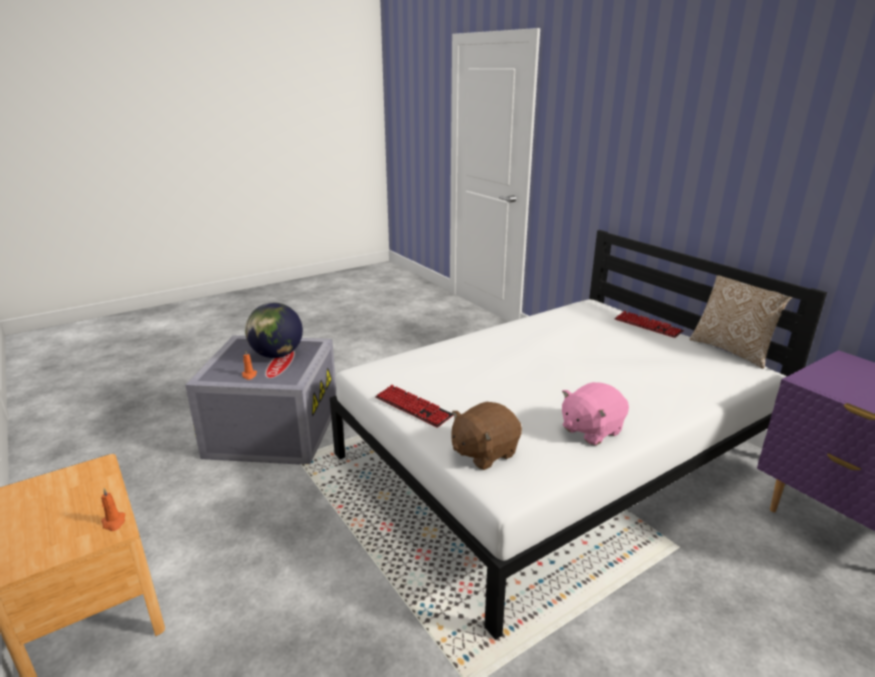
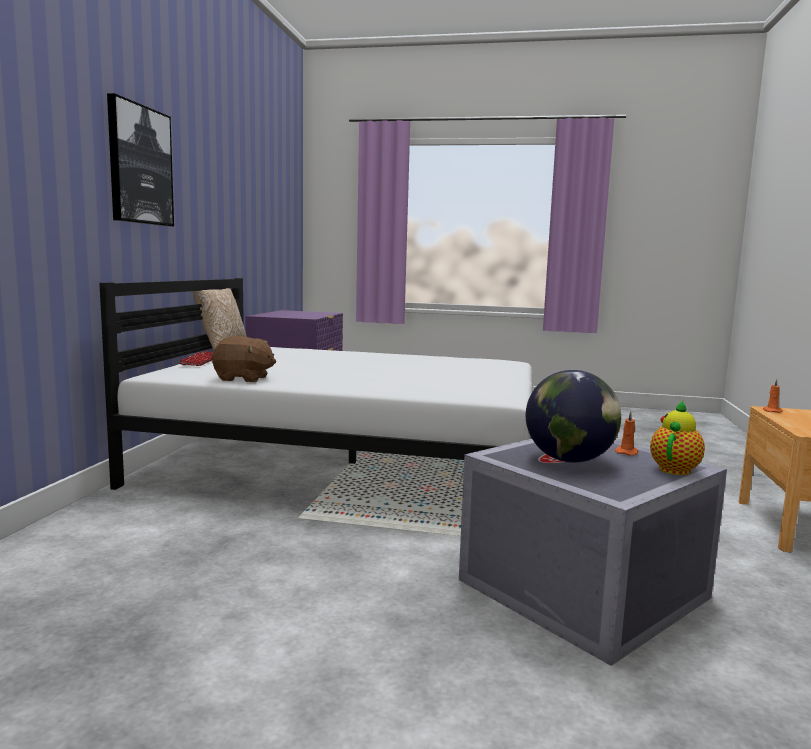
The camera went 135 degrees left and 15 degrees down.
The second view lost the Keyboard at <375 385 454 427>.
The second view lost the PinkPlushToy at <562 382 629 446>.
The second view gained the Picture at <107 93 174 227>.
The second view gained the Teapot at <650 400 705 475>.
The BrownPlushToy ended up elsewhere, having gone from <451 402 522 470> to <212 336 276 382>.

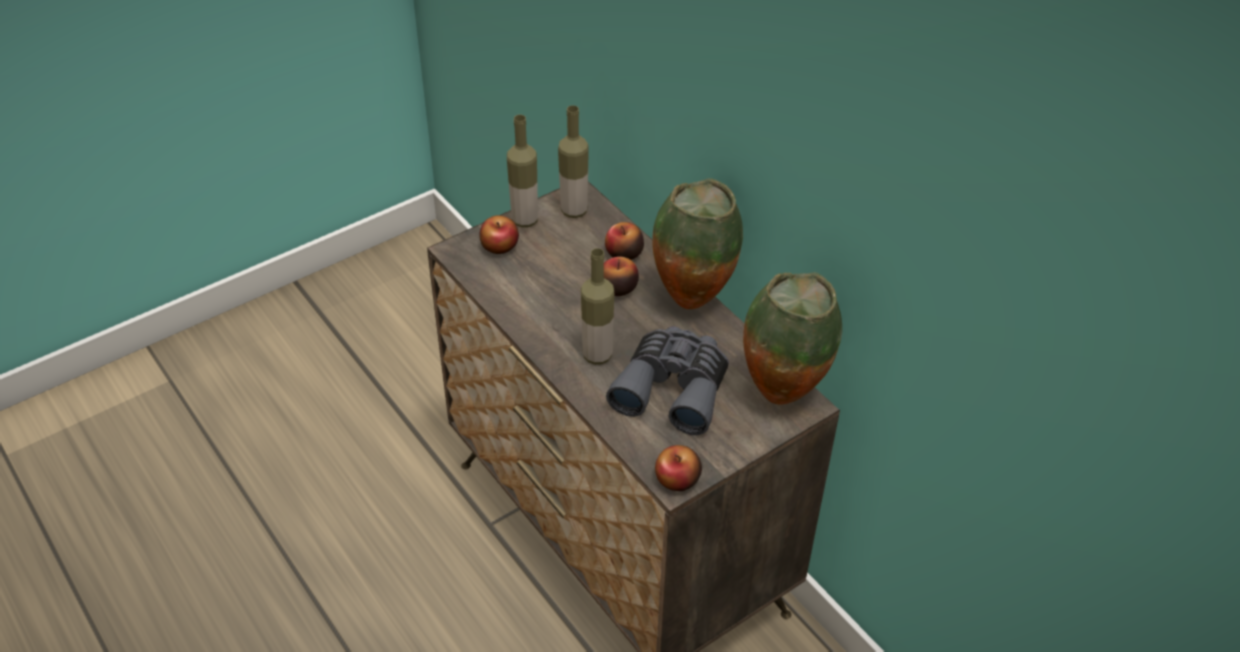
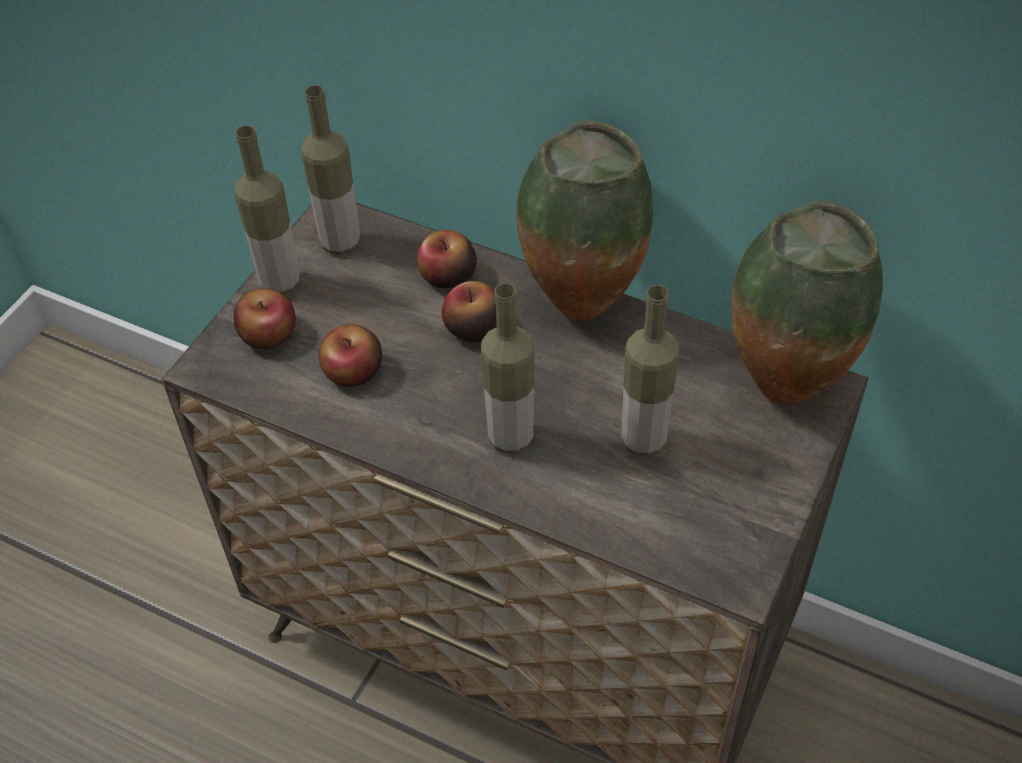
The camera went 25 degrees left and 5 degrees up.
The Apple ended up elsewhere, having gone from <655 445 702 491> to <319 324 382 387>.
Where the GreyBinoculars stood at <606 326 729 435>, the Bottle came to stand at <621 285 680 456>.

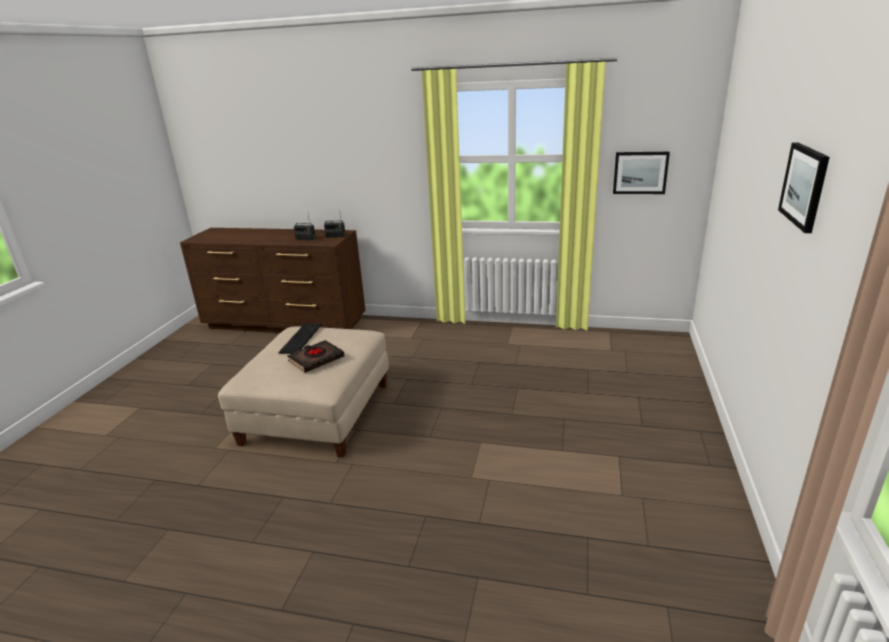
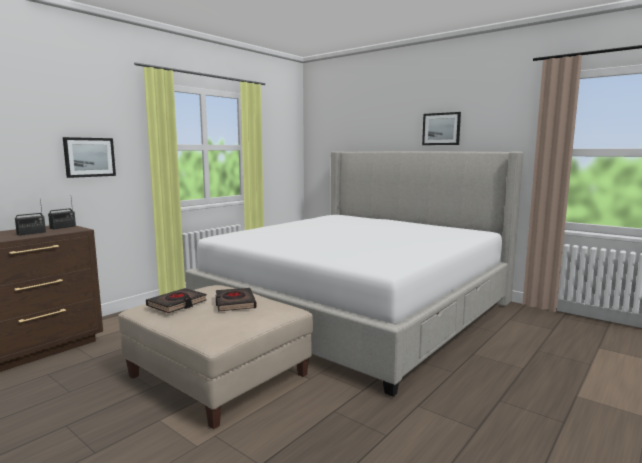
The camera went 65 degrees left and 15 degrees down.
The second view gained the Bed at <185 151 523 397>.
The Picture ended up elsewhere, having gone from <613 152 670 194> to <63 137 116 178>.
Where the Keyboard stood at <278 323 322 354>, the BlackBook came to stand at <146 288 207 313>.

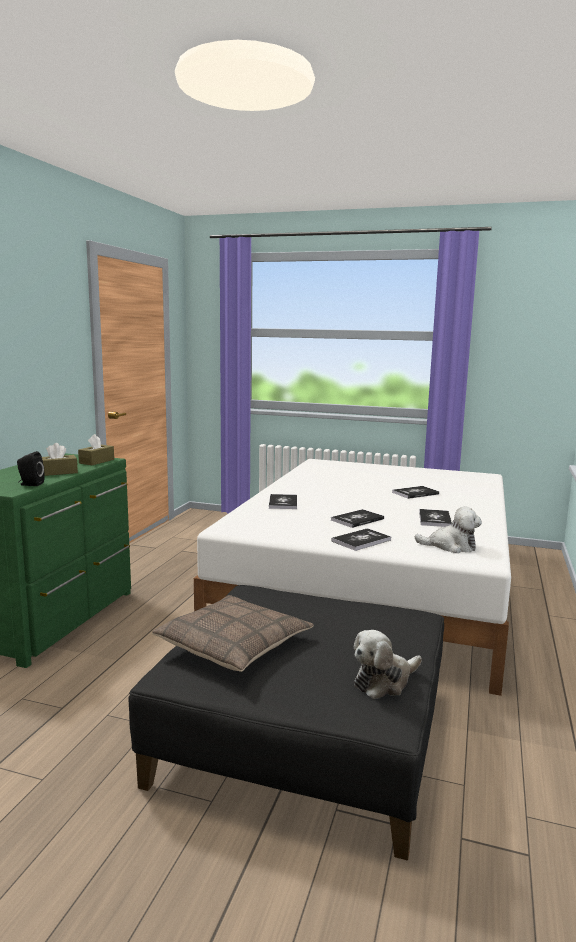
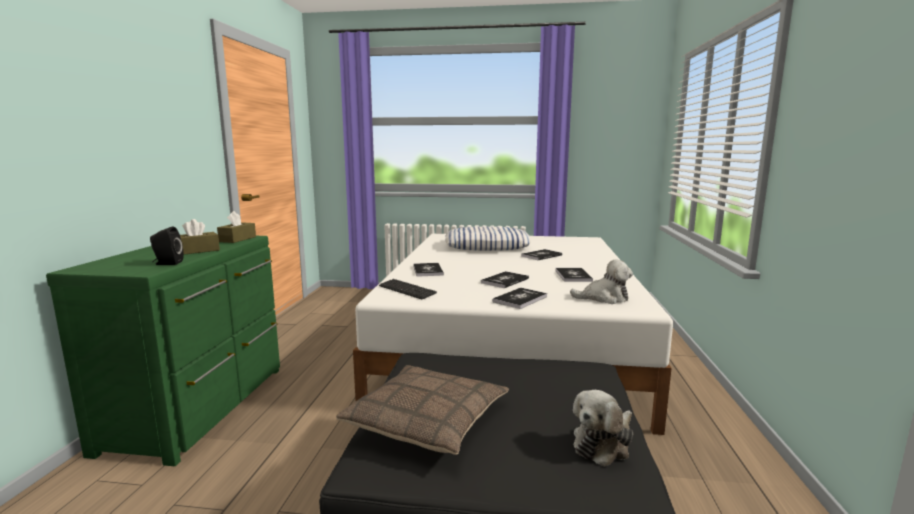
The camera went 10 degrees left and 0 degrees up.
The second view gained the Keyboard at <379 279 437 299>.
The second view gained the Pillow at <445 226 531 251>.

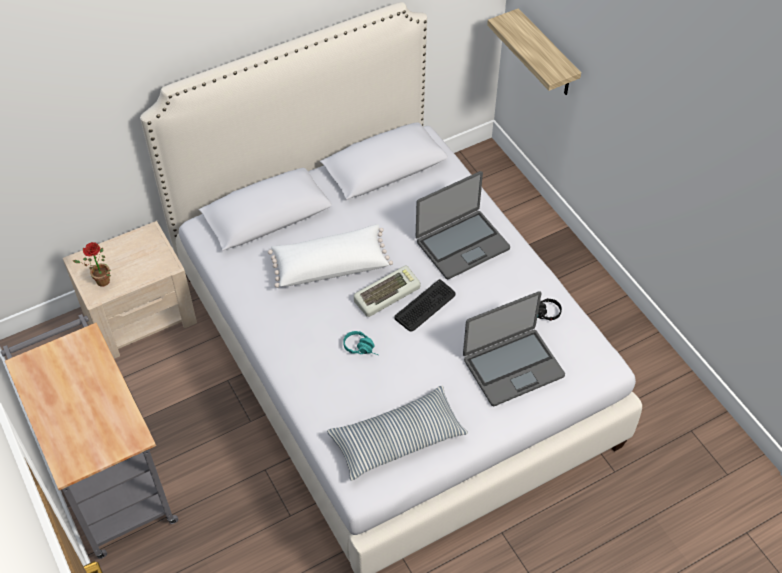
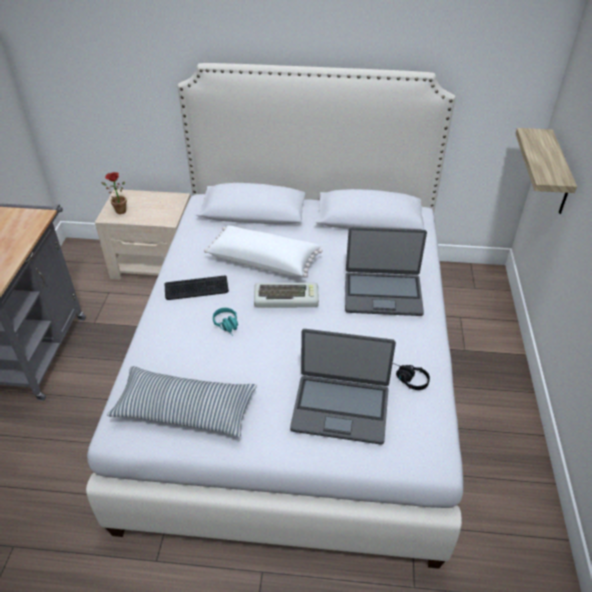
The camera went 35 degrees right and 10 degrees down.
The Keyboard ended up elsewhere, having gone from <394 279 456 332> to <164 276 229 300>.

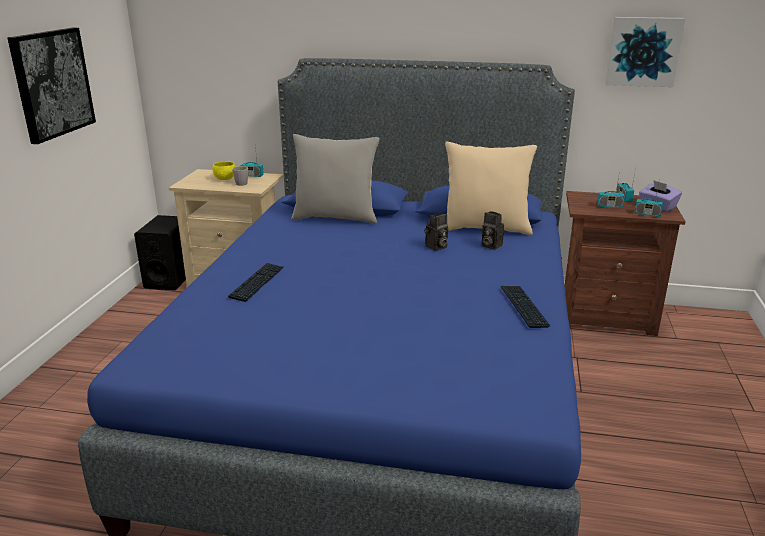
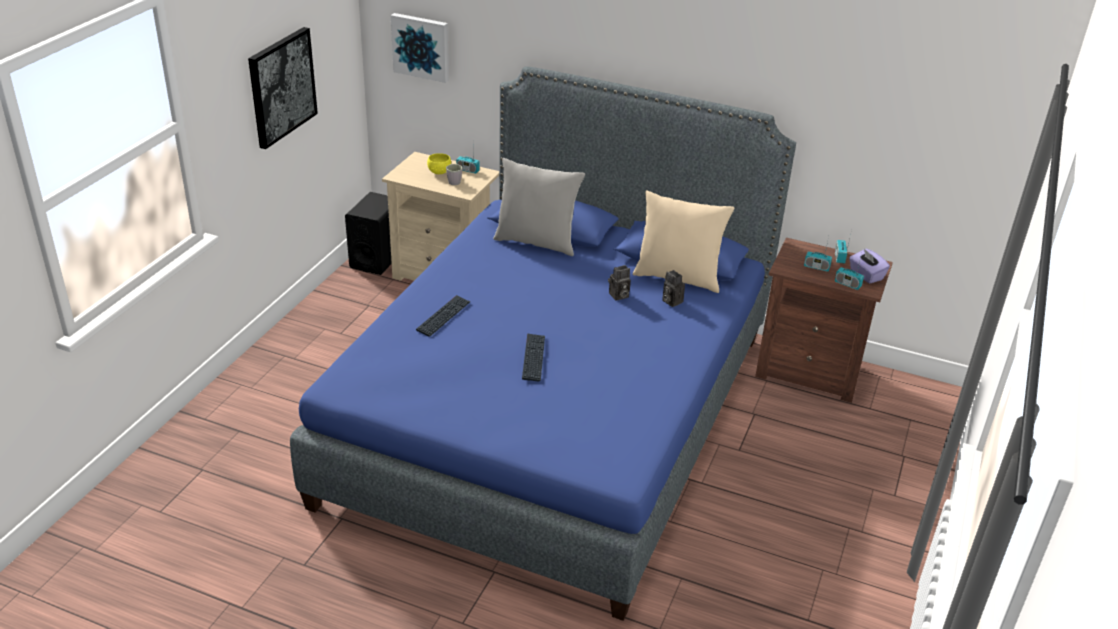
The camera went 10 degrees right and 10 degrees up.
The Keyboard ended up elsewhere, having gone from <501 286 550 328> to <522 333 545 382>.
The Picture ended up elsewhere, having gone from <605 17 685 87> to <391 13 449 83>.

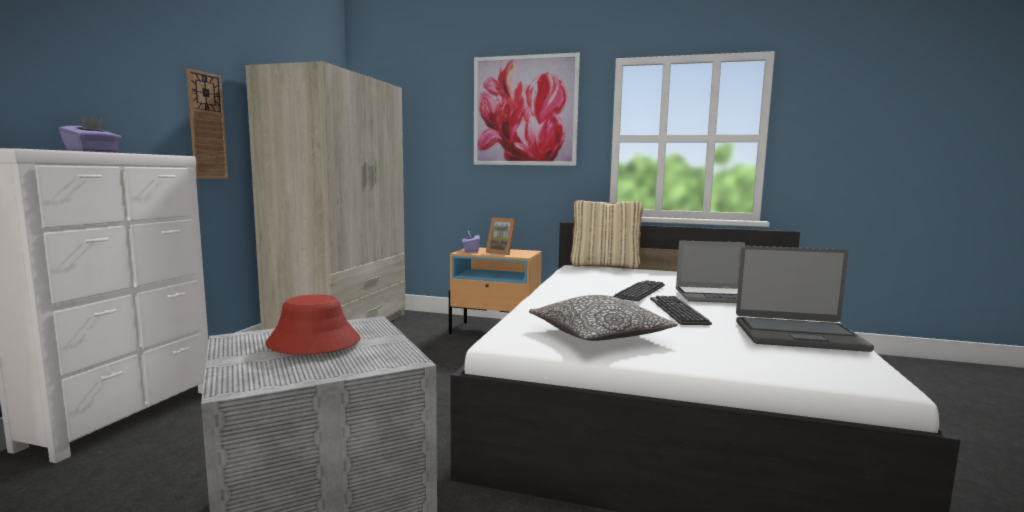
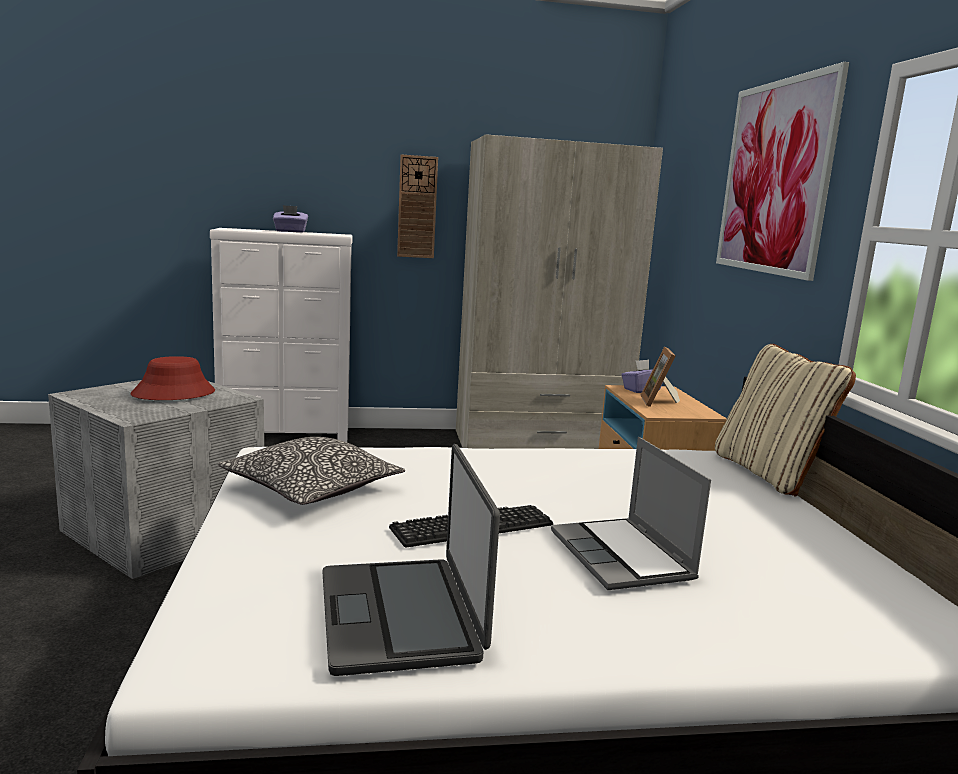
The camera went 65 degrees right and 5 degrees up.
The second view lost the Keyboard at <613 280 665 301>.

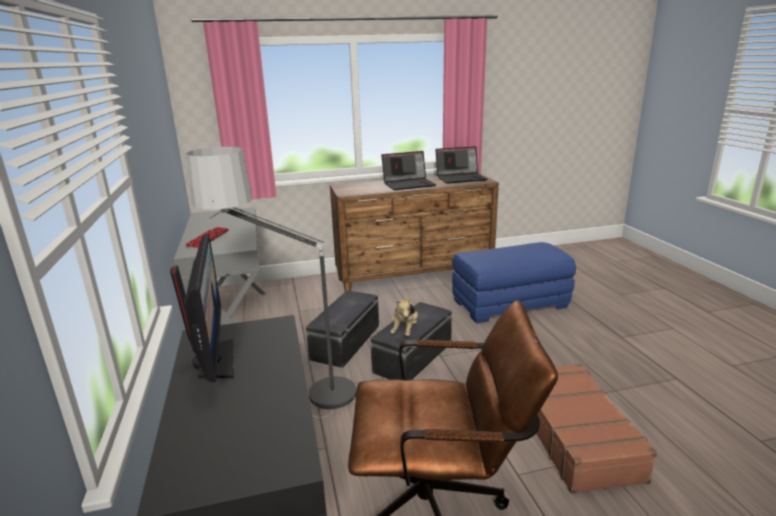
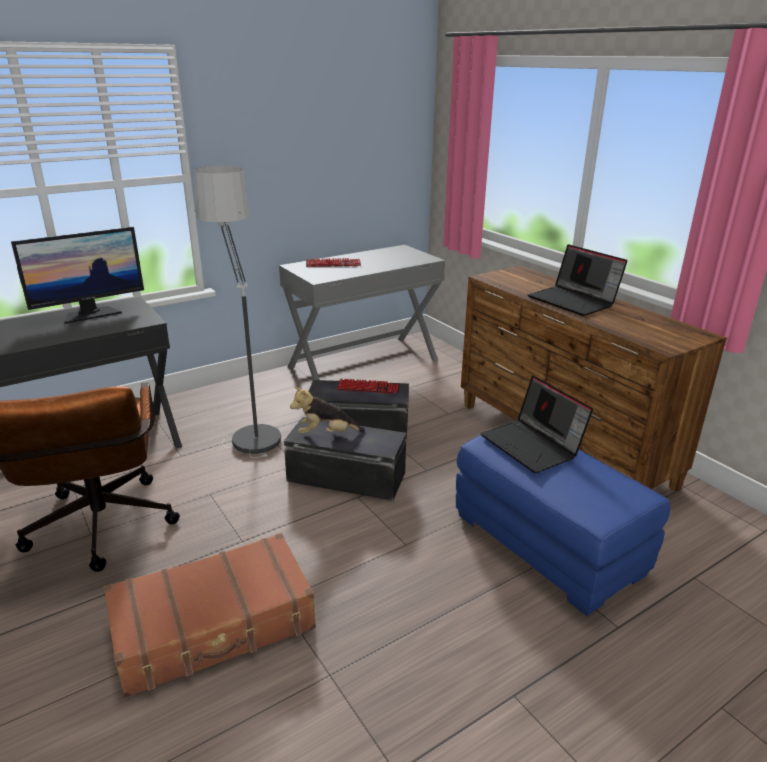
The camera went 70 degrees right and 5 degrees up.
The second view gained the Keyboard at <337 379 400 394>.
The Laptop ended up elsewhere, having gone from <435 146 488 184> to <480 376 593 473>.

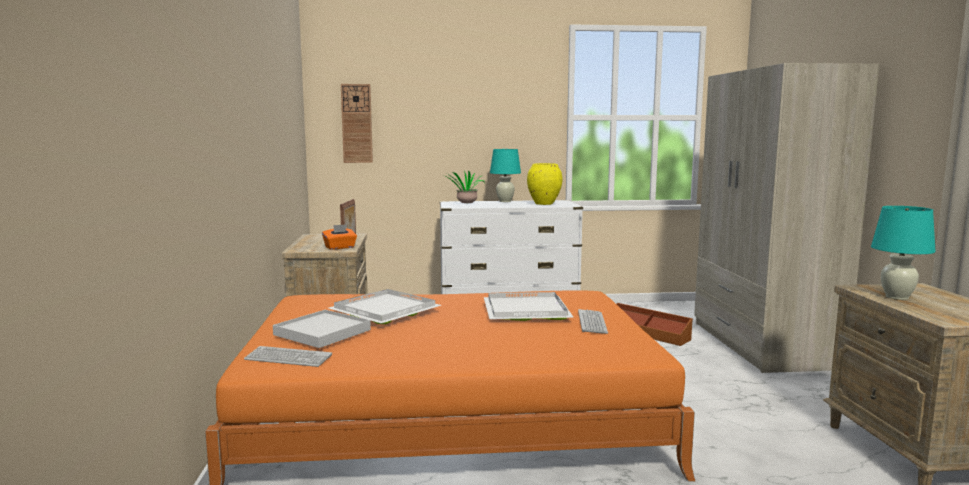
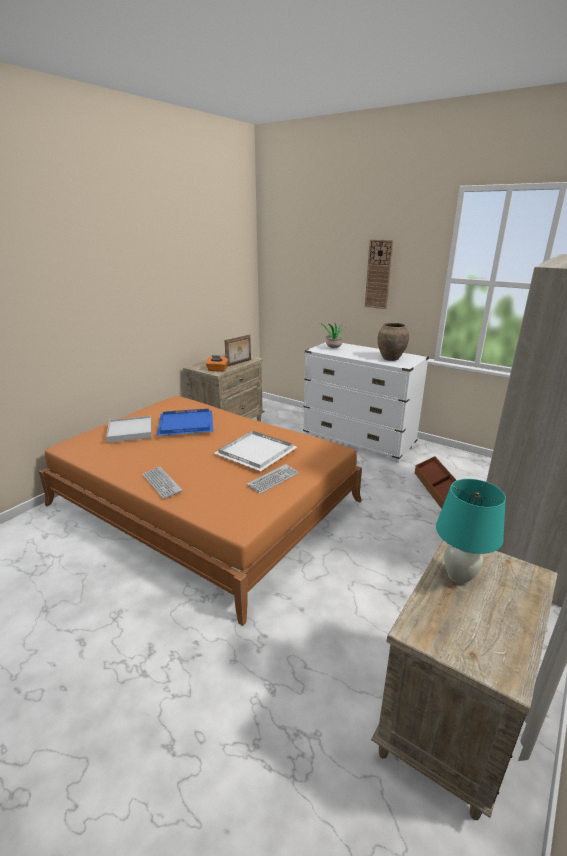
The camera went 40 degrees right and 15 degrees up.
The second view lost the TurquoiseTableLamp at <490 149 521 202>.
The Keyboard ended up elsewhere, having gone from <244 346 332 367> to <143 467 182 499>.
The WallClock ended up elsewhere, having gone from <341 84 373 163> to <365 240 394 309>.
What was the WhiteTray at <329 289 441 324> turned into the BlueTray at <157 409 214 436>.
What was the YellowVase at <527 163 562 205> turned into the BrownVase at <378 323 409 361>.

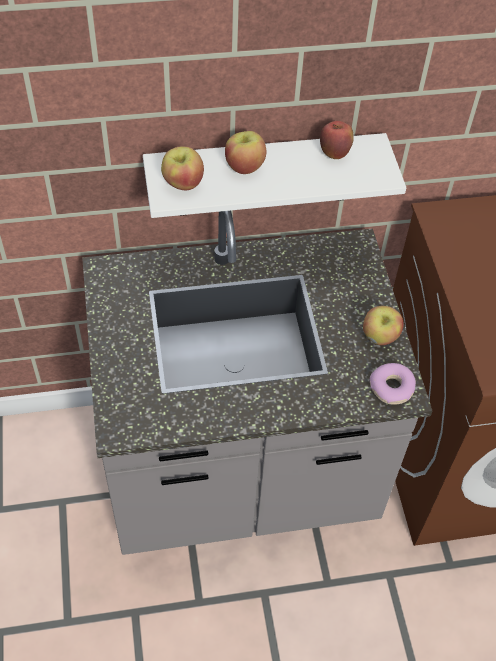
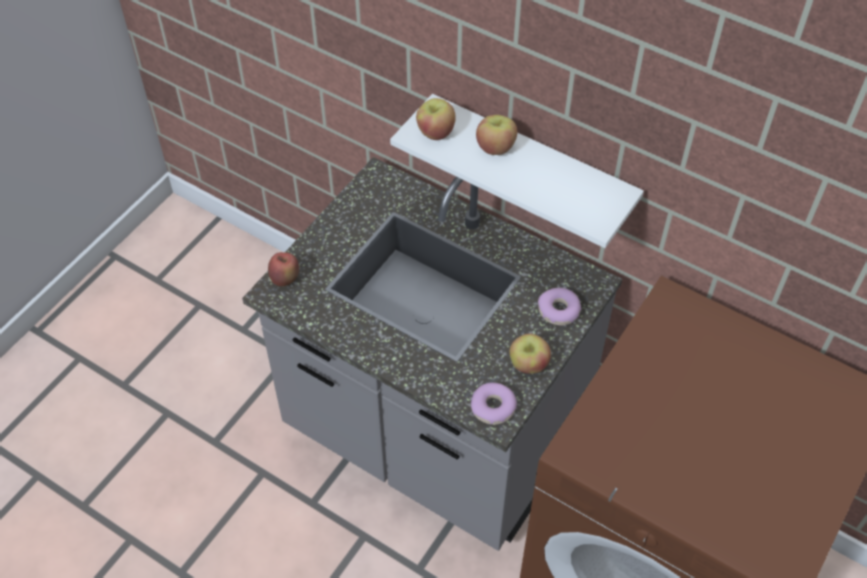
The camera went 45 degrees right and 0 degrees up.
The second view gained the Donut at <538 288 581 325>.
The Apple ended up elsewhere, having gone from <320 121 354 159> to <268 252 299 286>.

